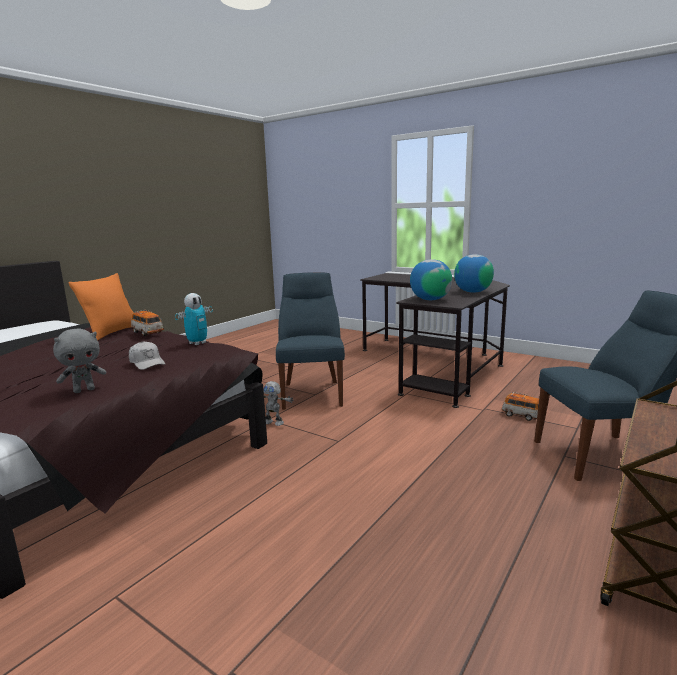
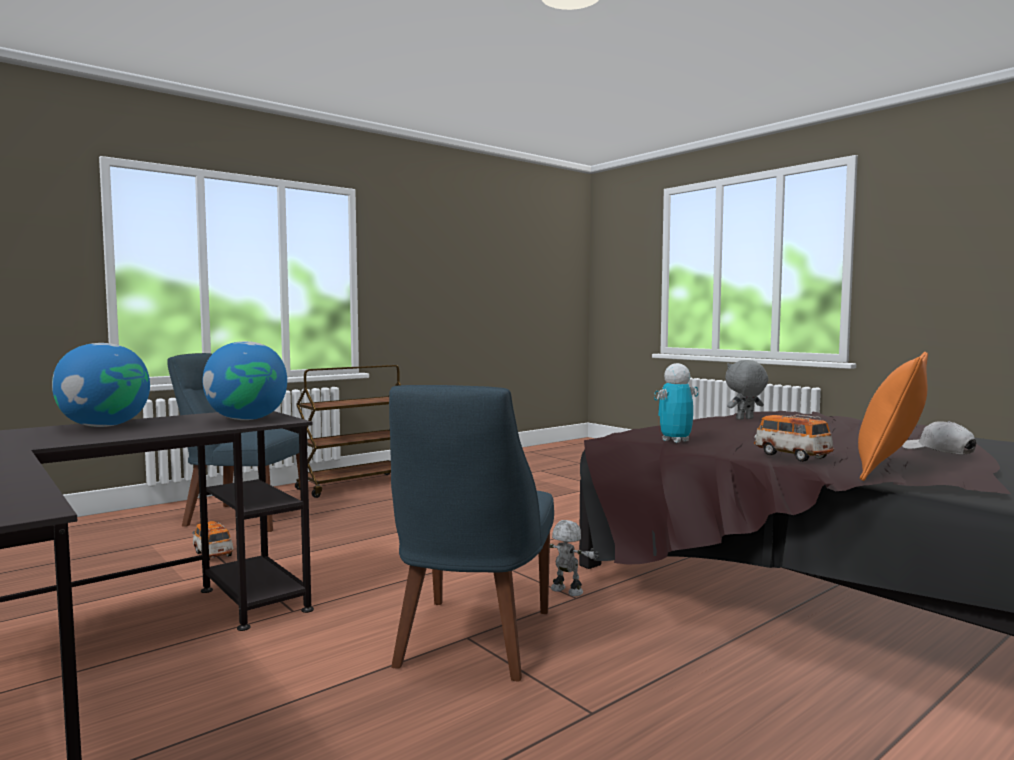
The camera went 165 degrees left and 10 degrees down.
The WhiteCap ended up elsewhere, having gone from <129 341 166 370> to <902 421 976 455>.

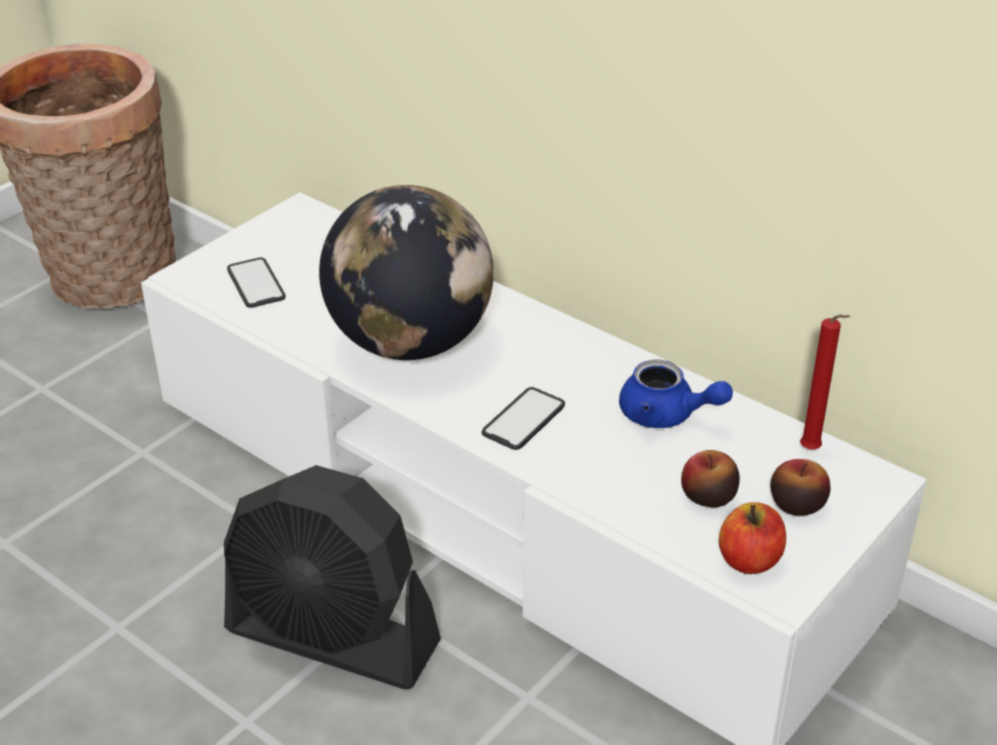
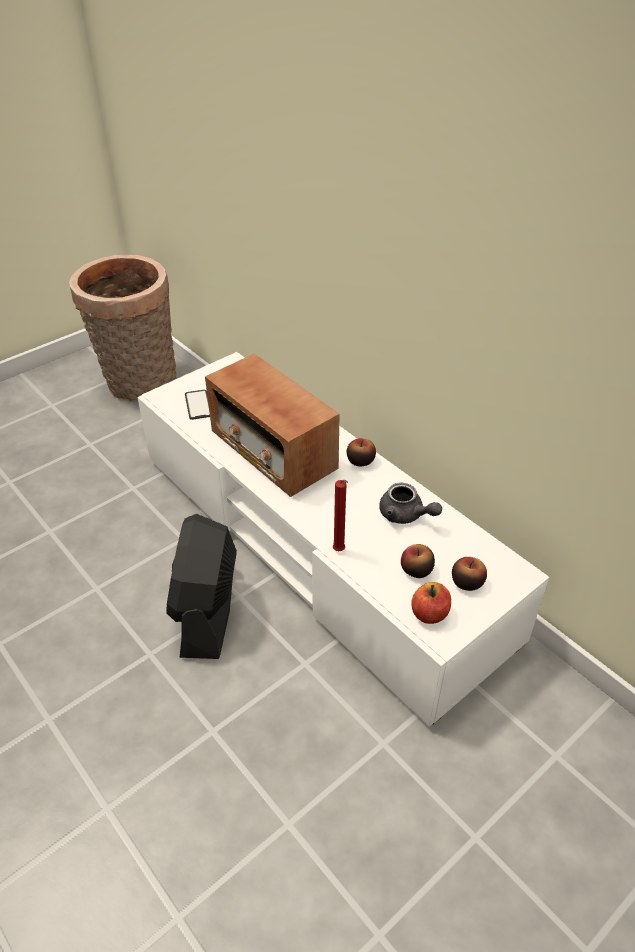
The camera went 10 degrees right and 5 degrees up.
The second view lost the Phone at <482 387 565 450>.
The second view gained the Apple at <347 438 376 466>.
The RedCandle ended up elsewhere, having gone from <800 315 850 450> to <333 480 348 551>.
Where the Globe stood at <319 185 494 360>, the Radio came to stand at <205 353 340 497>.
What was the BlueTeapot at <619 360 733 428> turned into the GreyTeapot at <379 483 442 524>.
The BlackFan at <224 465 441 689> ended up facing another way, 60 degrees clockwise from before.

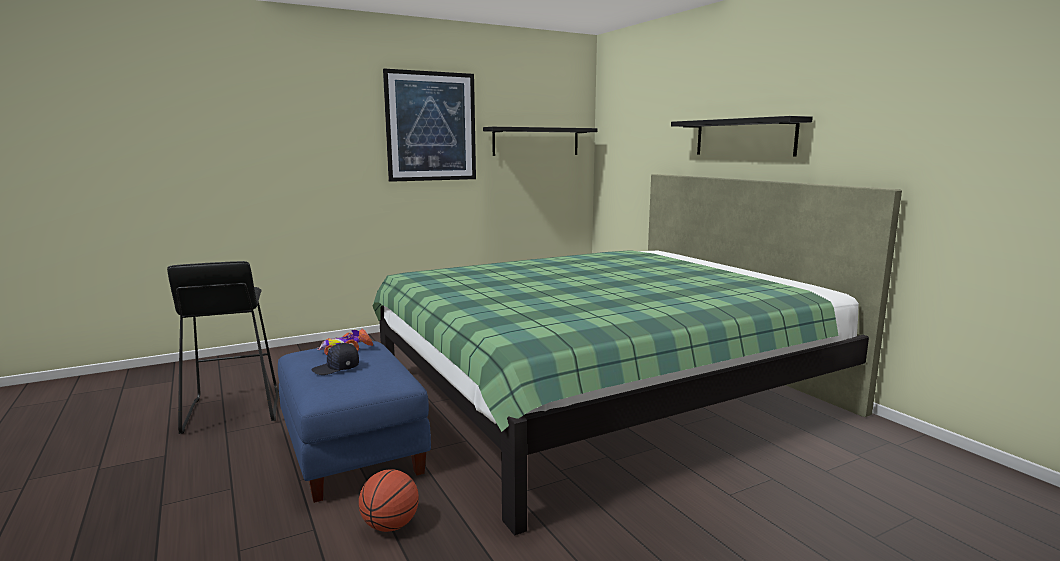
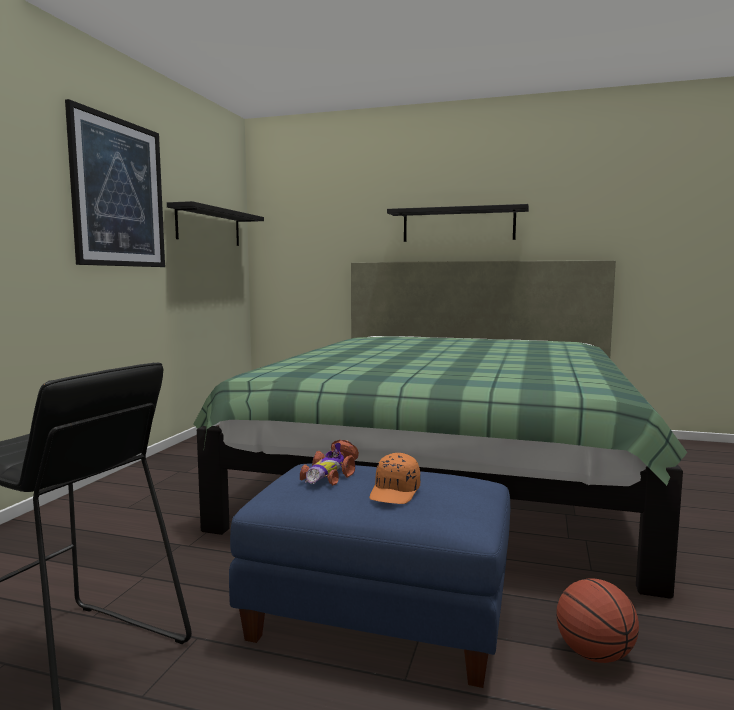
The camera went 45 degrees left and 5 degrees down.
What was the BlackCap at <311 343 359 375> turned into the OrangeCap at <369 453 420 504>.

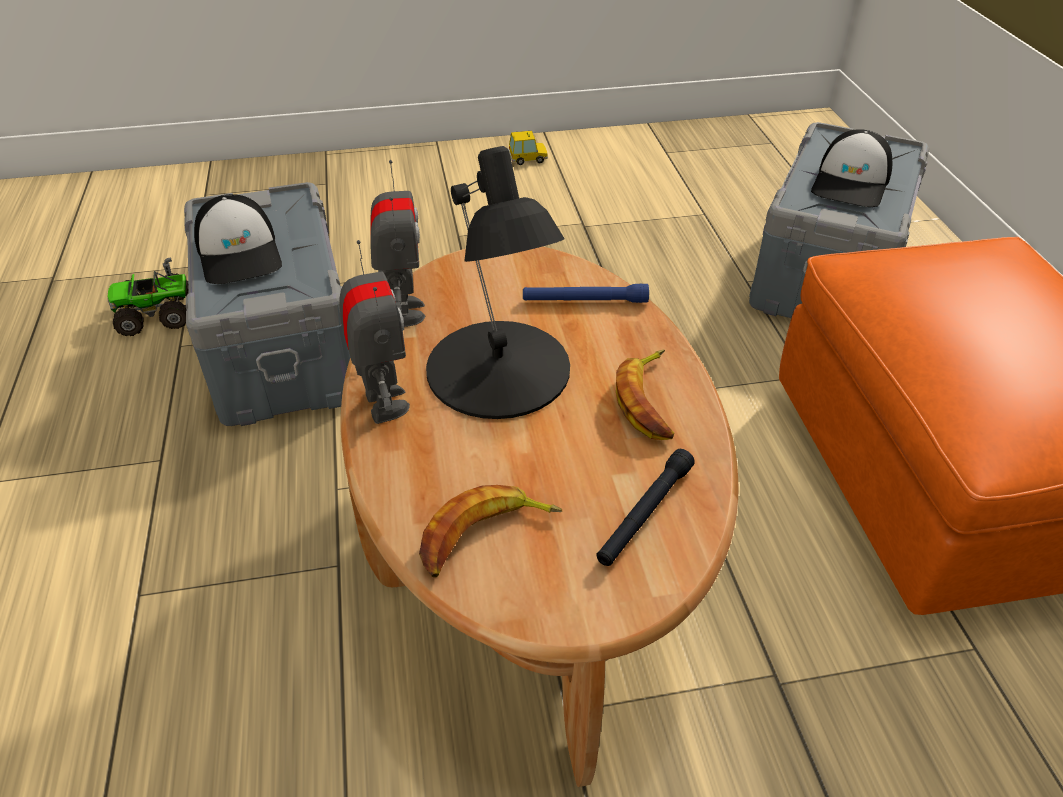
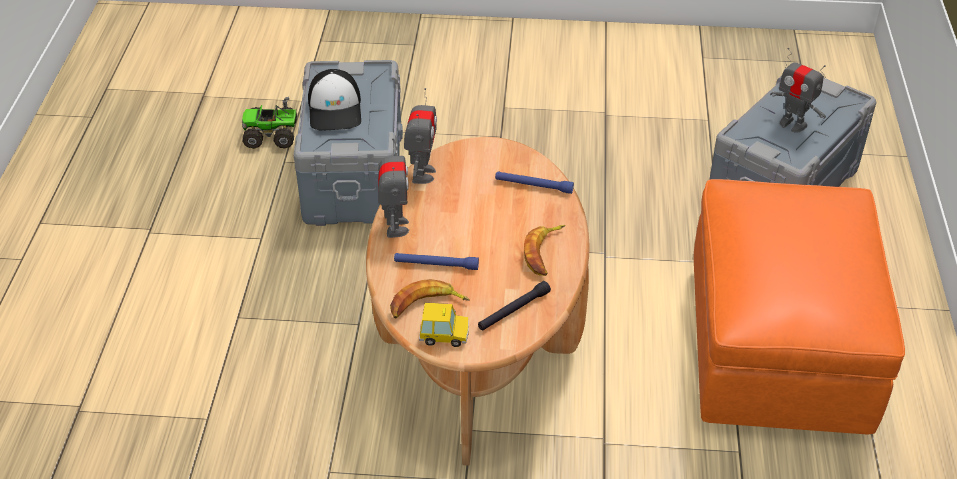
The camera went 15 degrees right and 0 degrees up.
The second view lost the BlackTableLamp at <426 146 570 419>.
The second view gained the BlueFlashlight at <394 253 479 270>.
The ToyCar ended up elsewhere, having gone from <508 131 548 165> to <419 303 469 347>.
Where the Cap stood at <811 129 892 207>, the ToyRobot came to stand at <770 48 826 133>.

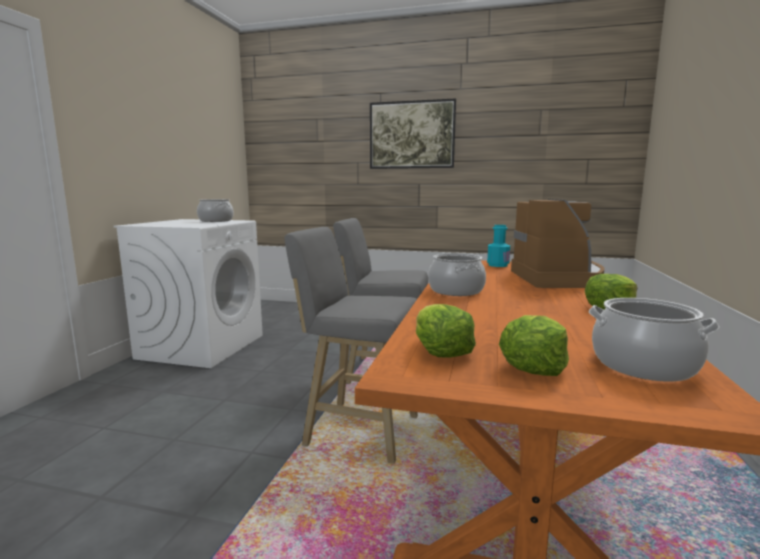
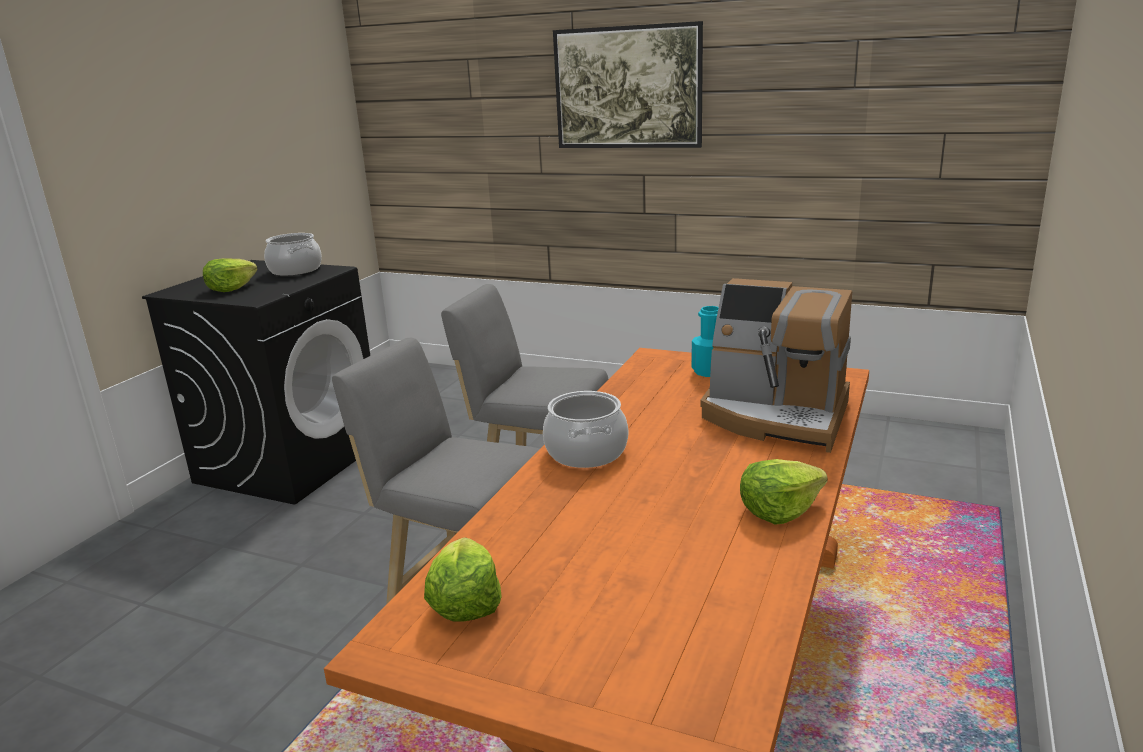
The camera went 10 degrees right and 10 degrees up.
The second view lost the CookingPot at <589 298 719 382>.
The Lettuce ended up elsewhere, having gone from <499 315 569 376> to <203 258 257 292>.
What was the WhiteWashingMachine at <114 219 263 368> turned into the BlackWashingMachine at <142 260 370 505>.
The CoffeeMachine at <511 199 604 288> ended up facing another way, 105 degrees clockwise from before.

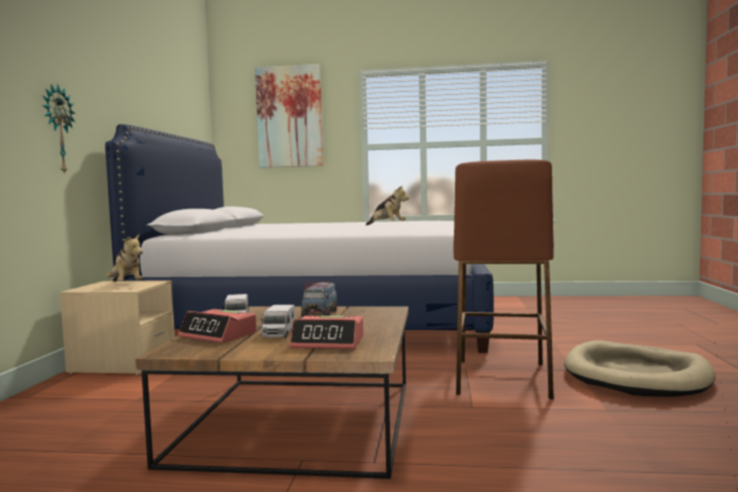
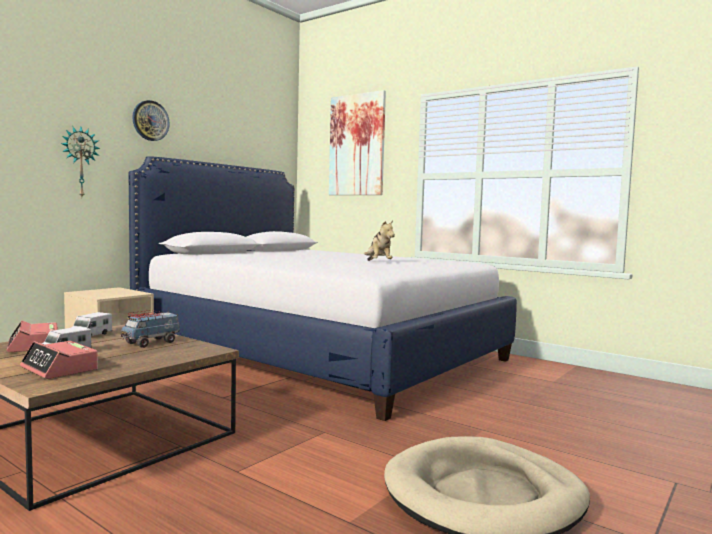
The camera went 30 degrees right and 0 degrees up.
The second view lost the PlushToy at <106 234 143 282>.
The second view lost the BrownStool at <453 159 554 399>.
The second view gained the WallClock at <132 100 170 141>.

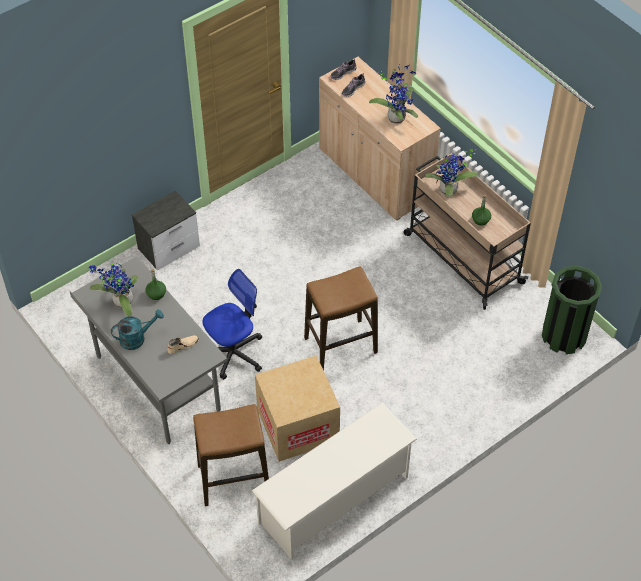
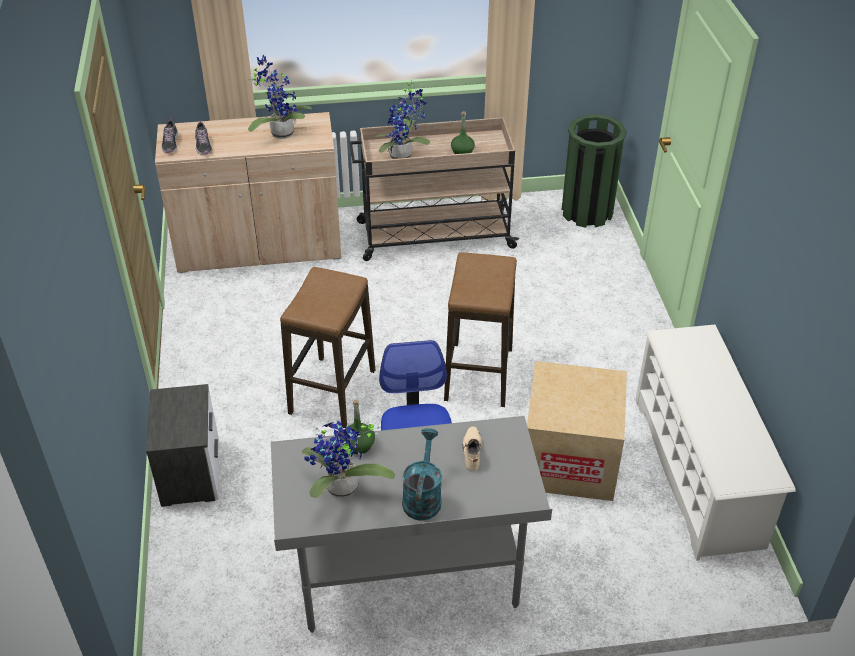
The camera went 60 degrees left and 10 degrees down.
The Stool ended up elsewhere, having gone from <193 404 269 506> to <280 267 375 428>.

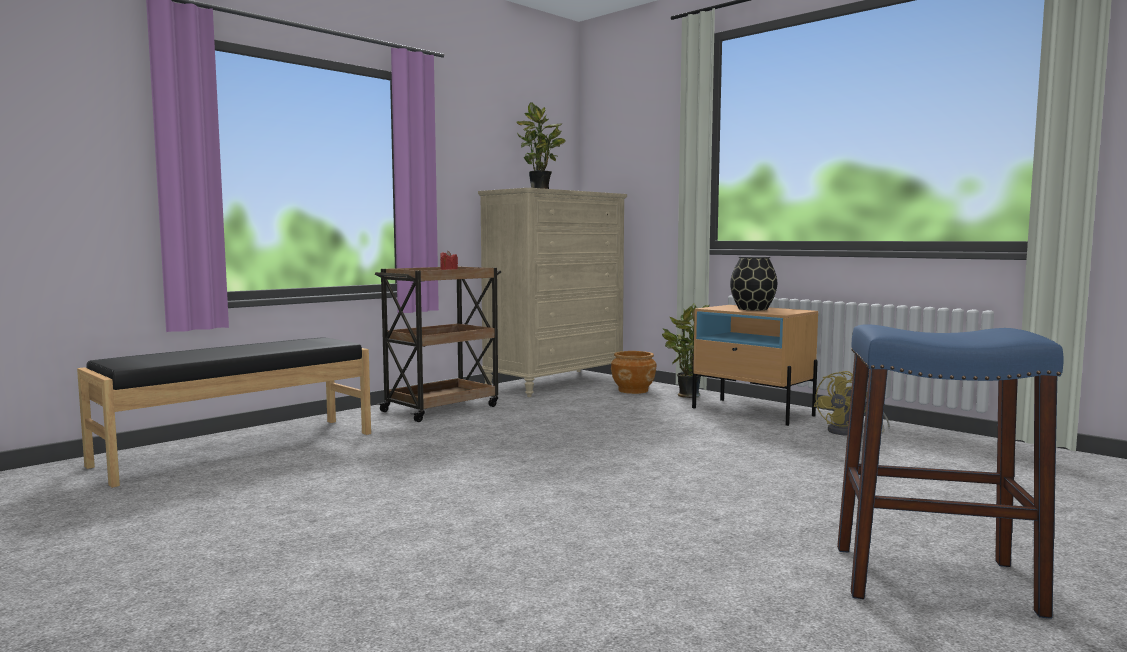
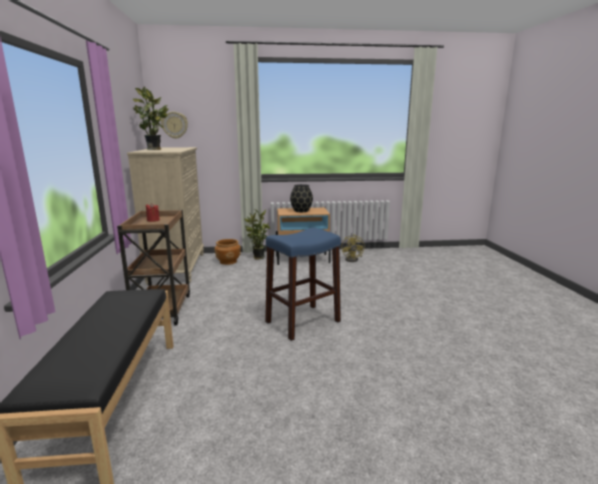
The camera went 50 degrees left and 10 degrees up.
The second view gained the WallClock at <161 112 188 139>.
The BlueStool ended up elsewhere, having gone from <837 325 1064 619> to <265 228 341 341>.

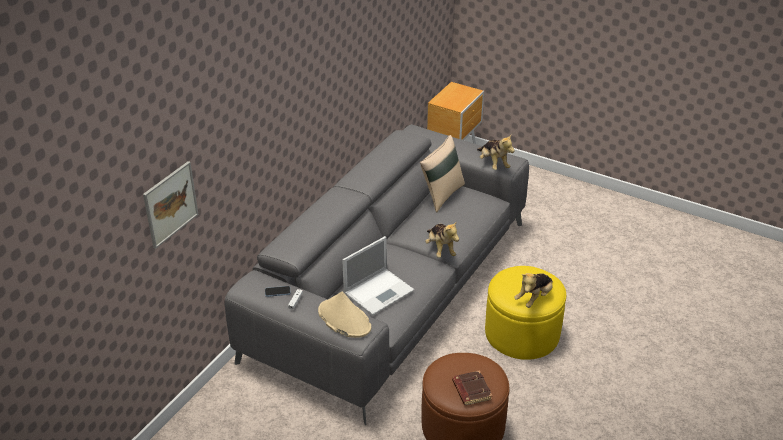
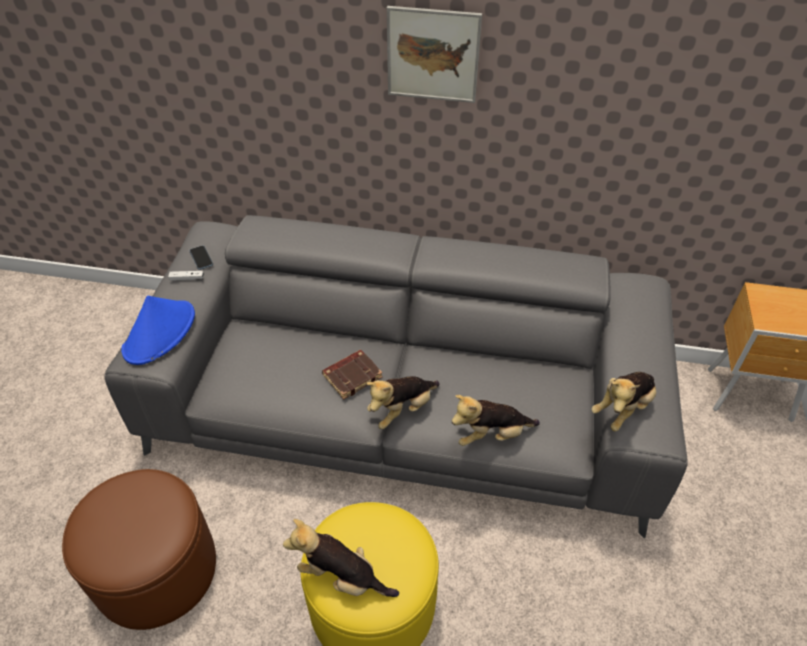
The camera went 70 degrees right and 10 degrees up.
The second view lost the Laptop at <342 236 414 316>.
The second view lost the BeigePillow at <420 135 465 212>.
The second view gained the PlushToy at <452 395 540 446>.
The Picture ended up elsewhere, having gone from <143 161 199 249> to <387 6 482 103>.
The BrownBook ended up elsewhere, having gone from <452 370 492 406> to <322 350 383 400>.
What was the BeigeHat at <318 292 371 338> turned into the BlueHat at <121 296 195 365>.

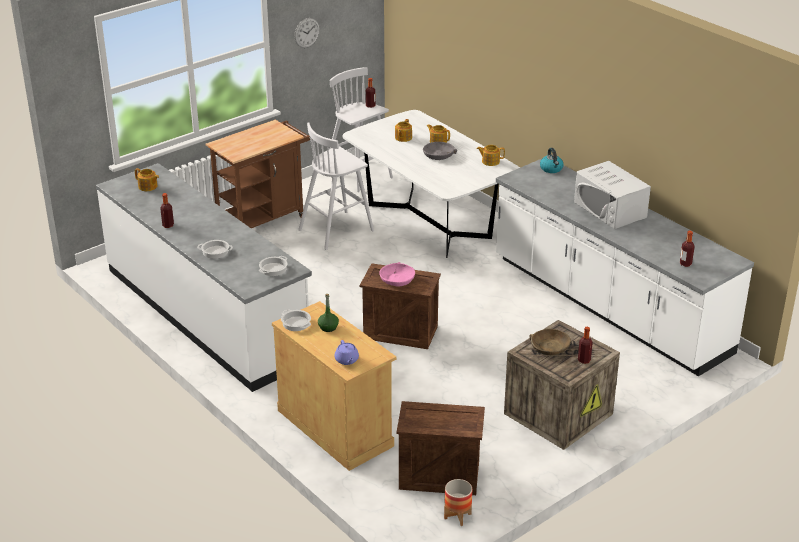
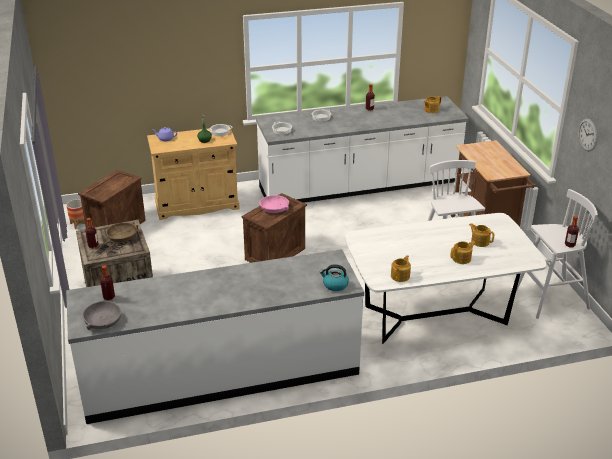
The camera went 115 degrees right and 0 degrees up.
The second view lost the WhiteMicrowave at <574 161 651 229>.
The GreyBowl ended up elsewhere, having gone from <423 142 457 160> to <83 301 121 330>.

